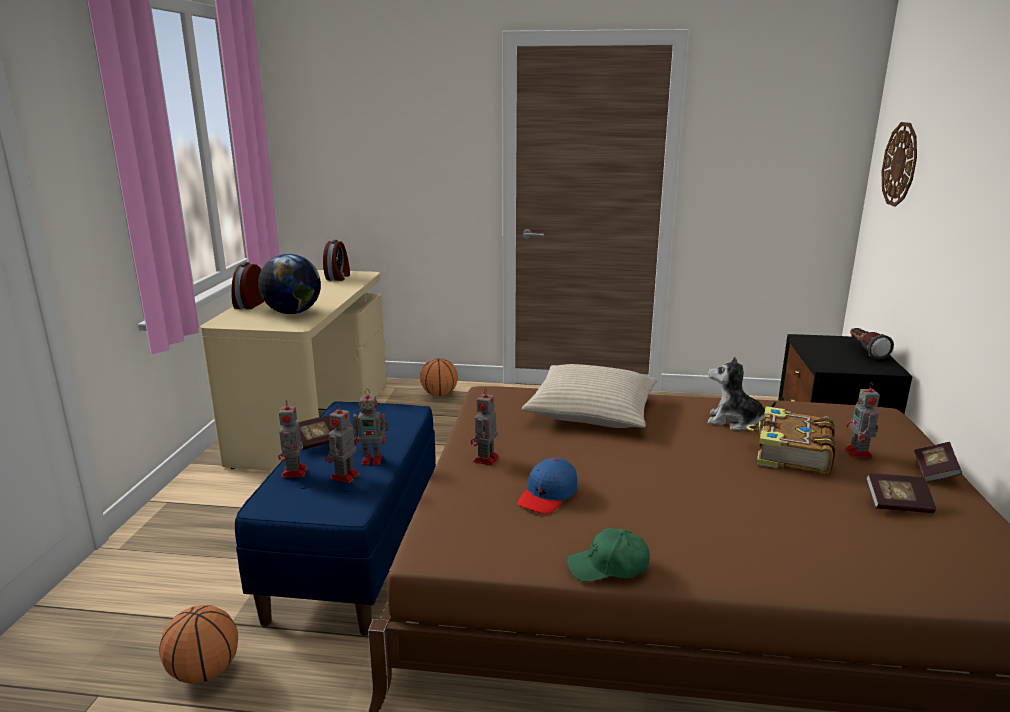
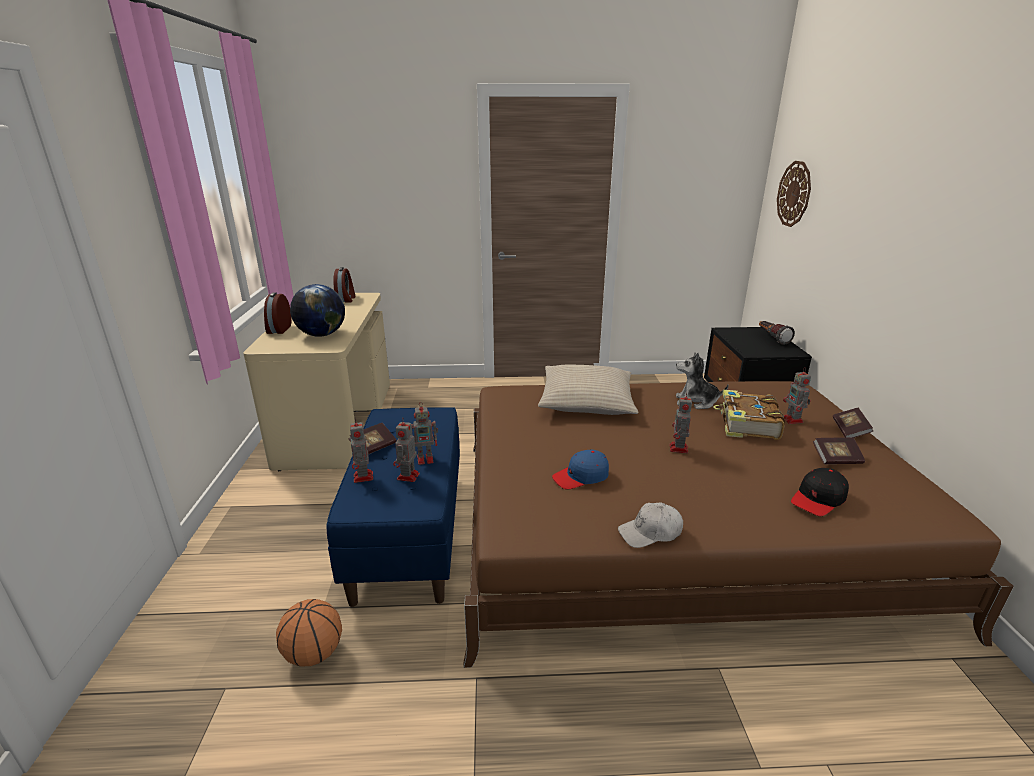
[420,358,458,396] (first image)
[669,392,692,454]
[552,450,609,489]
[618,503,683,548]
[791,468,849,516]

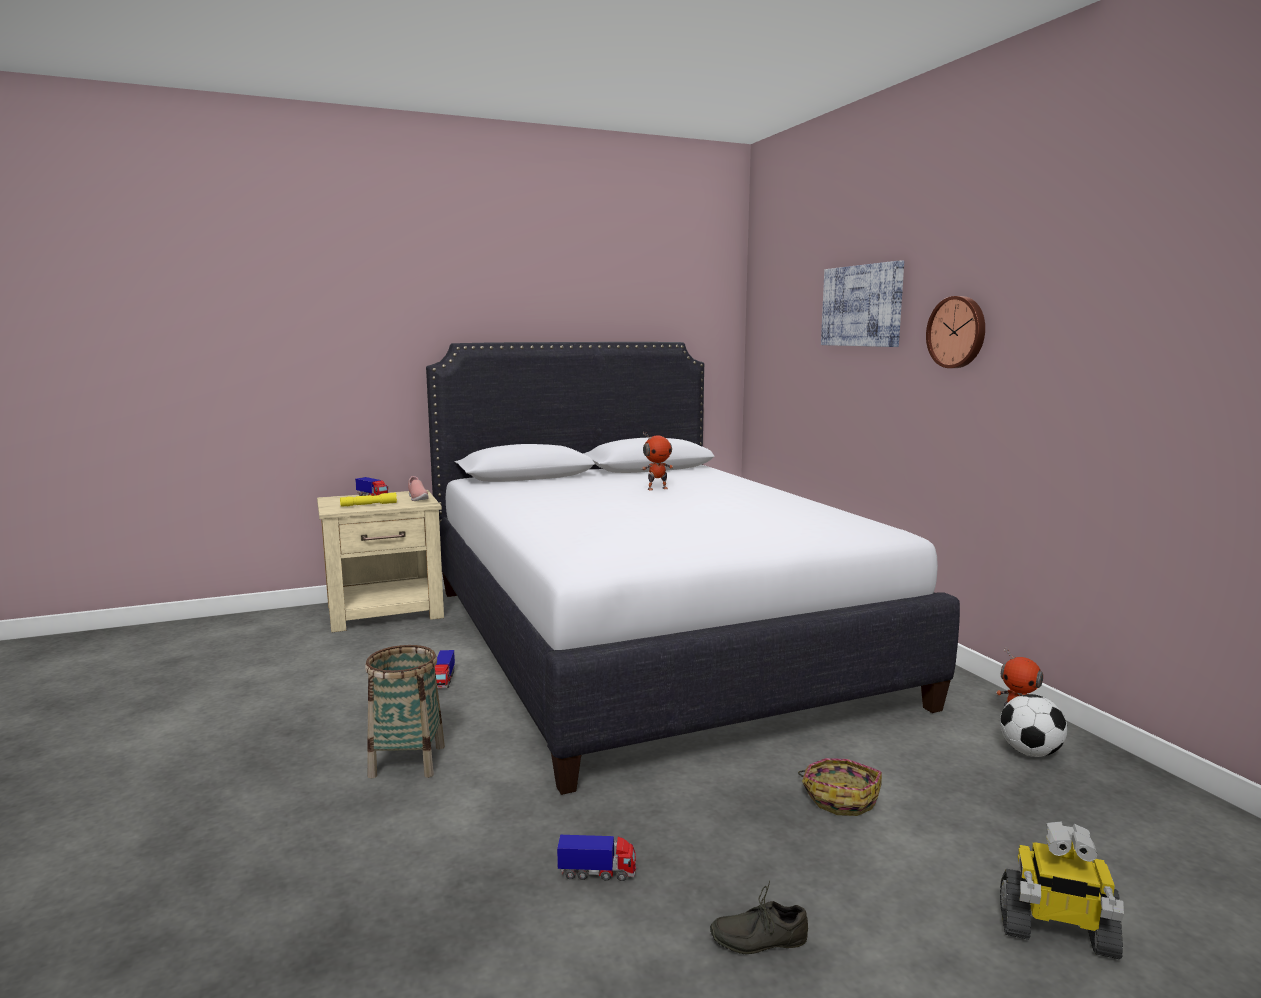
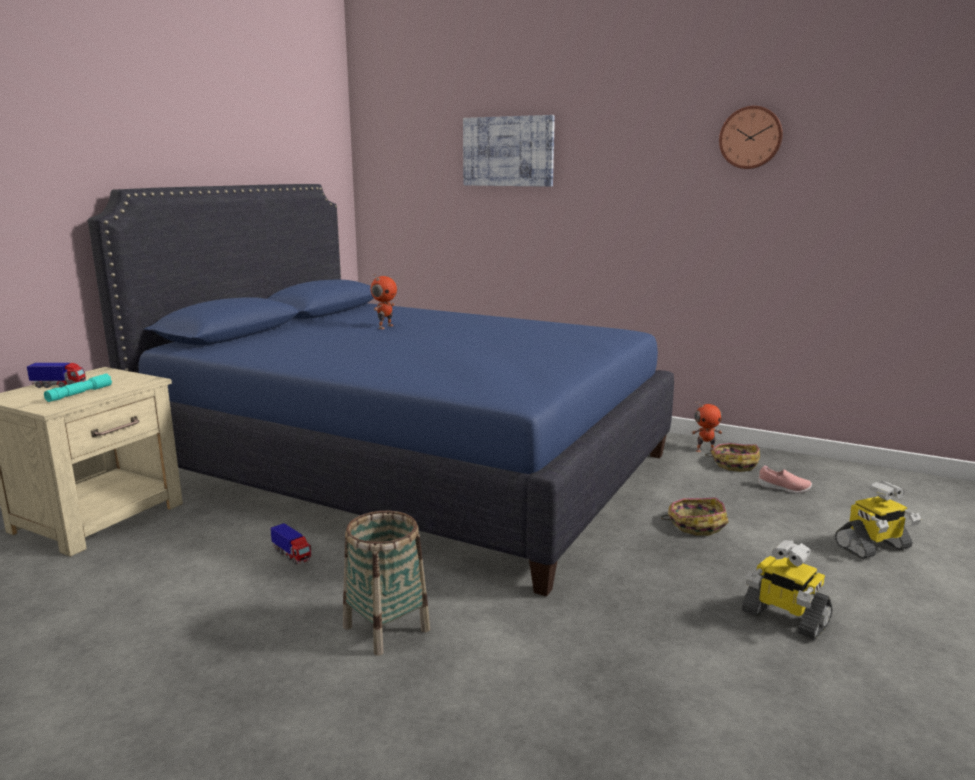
[719,106,783,169]
[88,184,674,596]
[758,465,812,493]
[44,374,112,402]
[705,443,760,472]
[557,835,636,881] (first image)
[742,540,833,640]

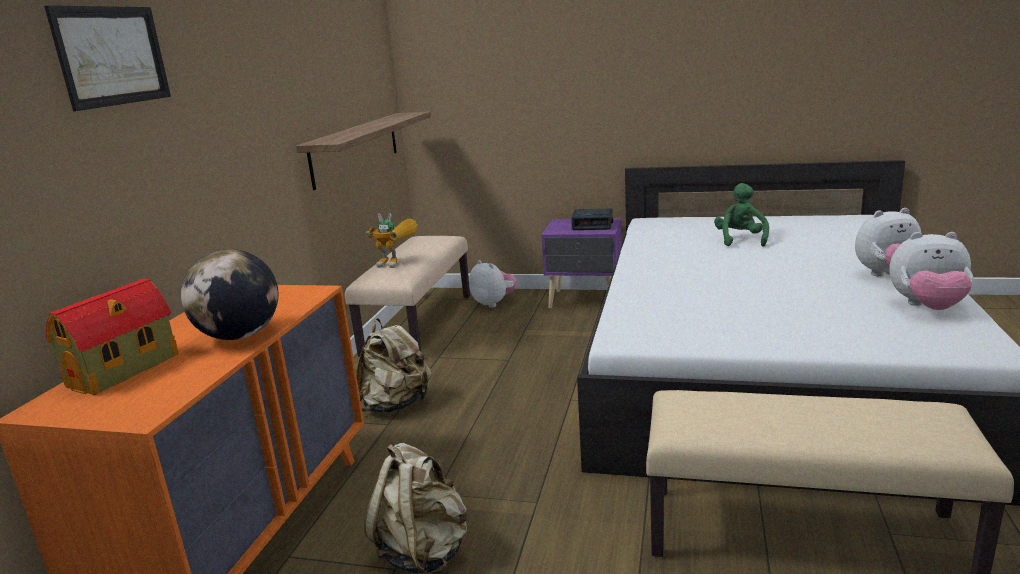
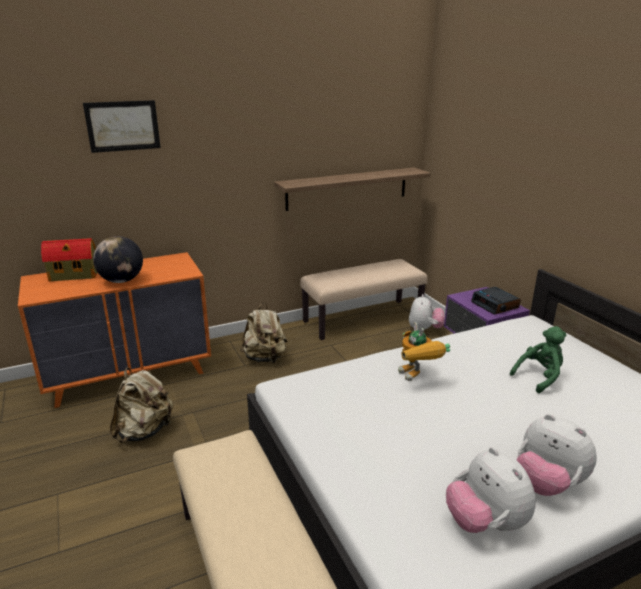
[398,322,450,381]

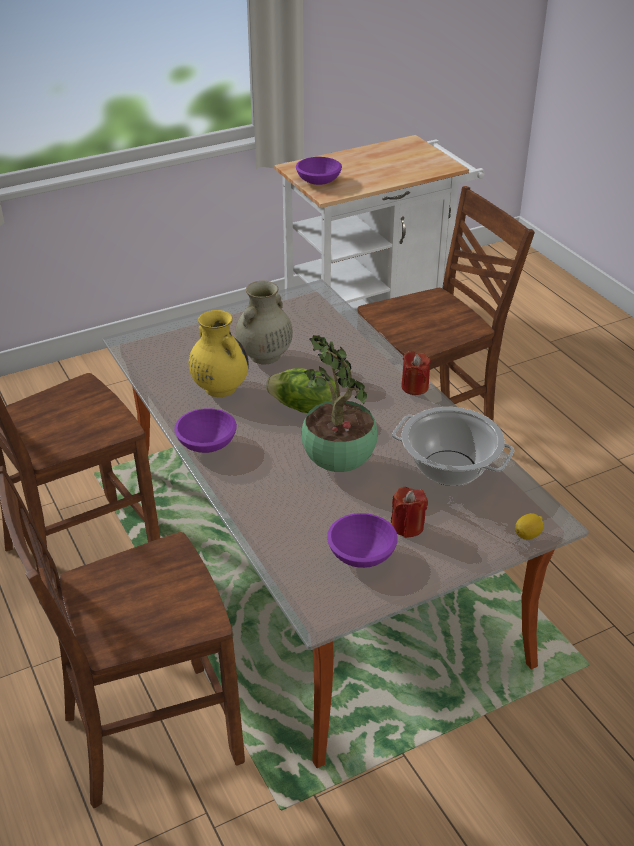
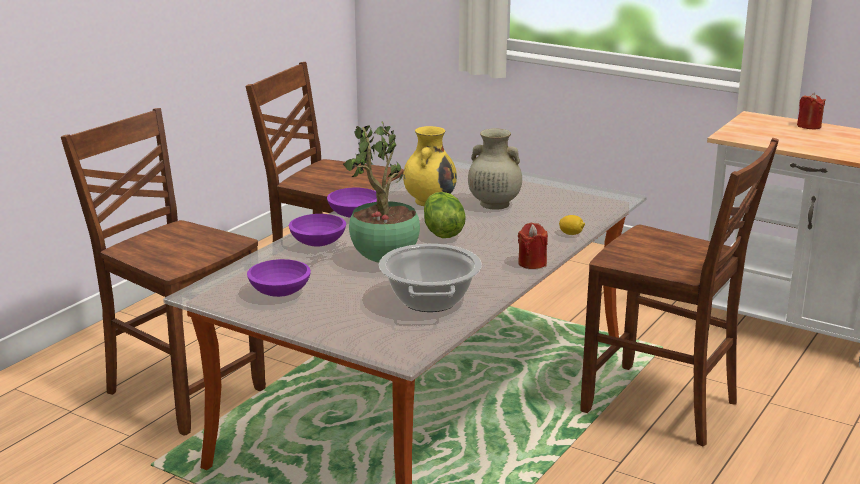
[289,214,346,247]
[797,93,826,129]
[559,215,585,235]

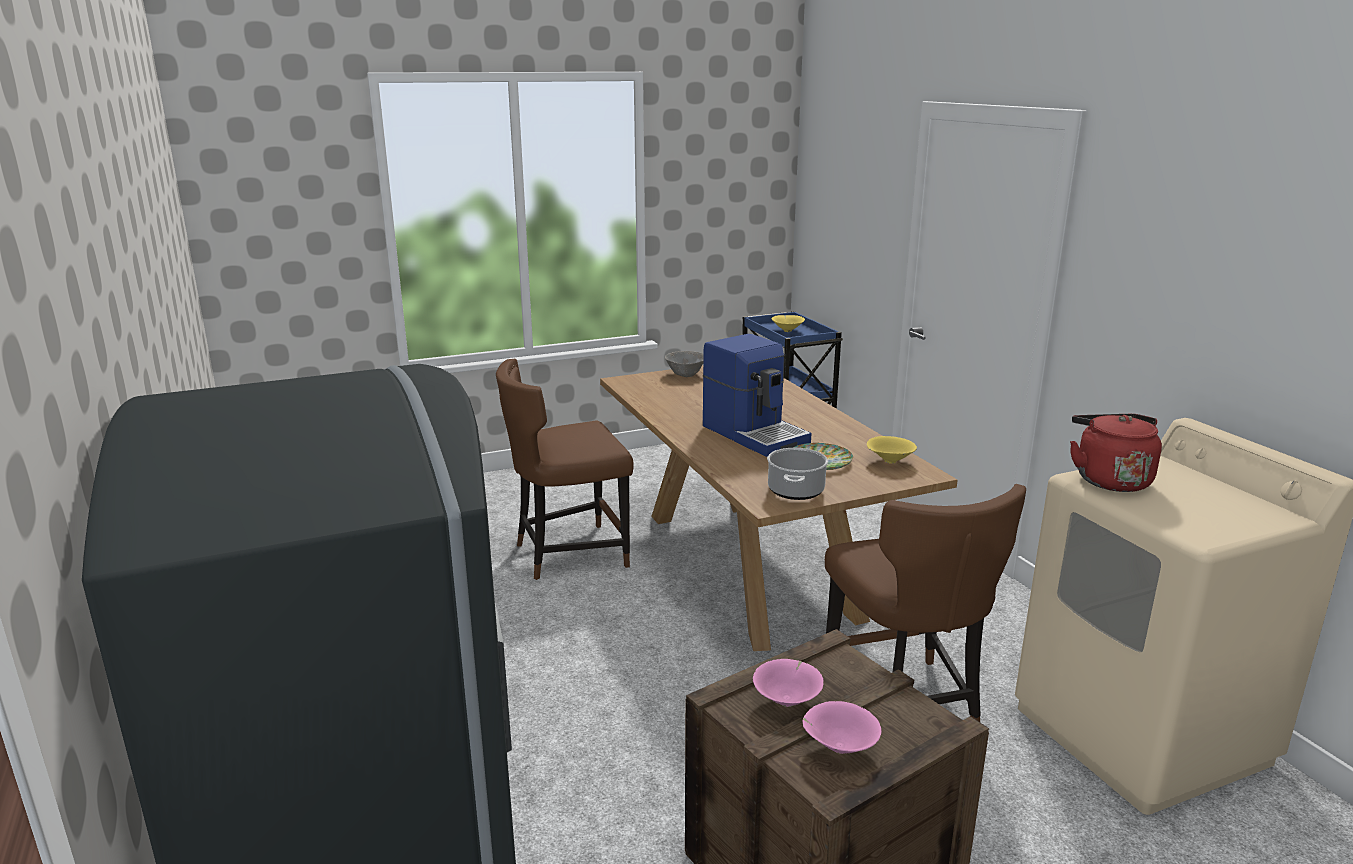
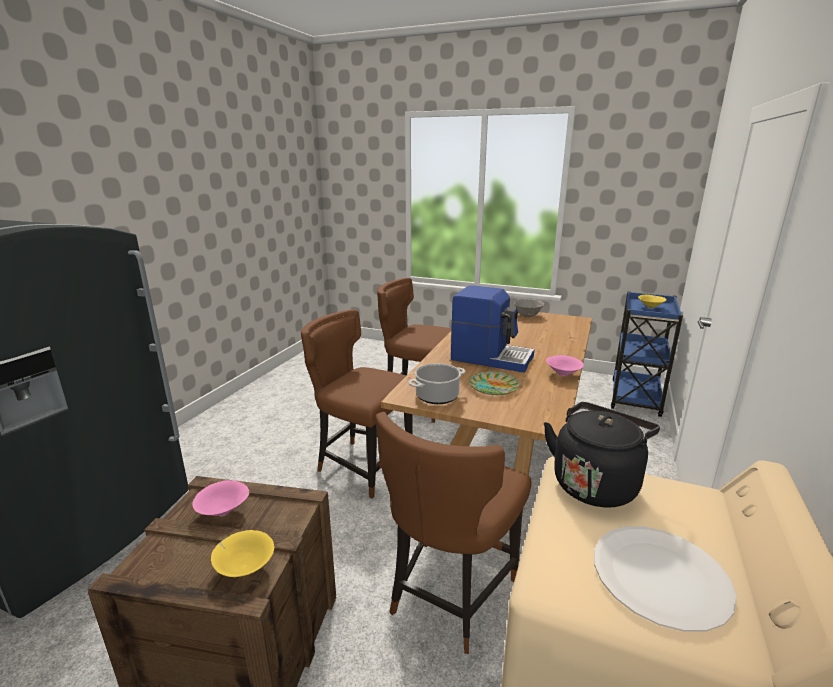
[451,285,535,373]
[544,402,660,508]
[211,530,274,577]
[546,355,584,377]
[301,309,413,499]
[594,526,737,632]

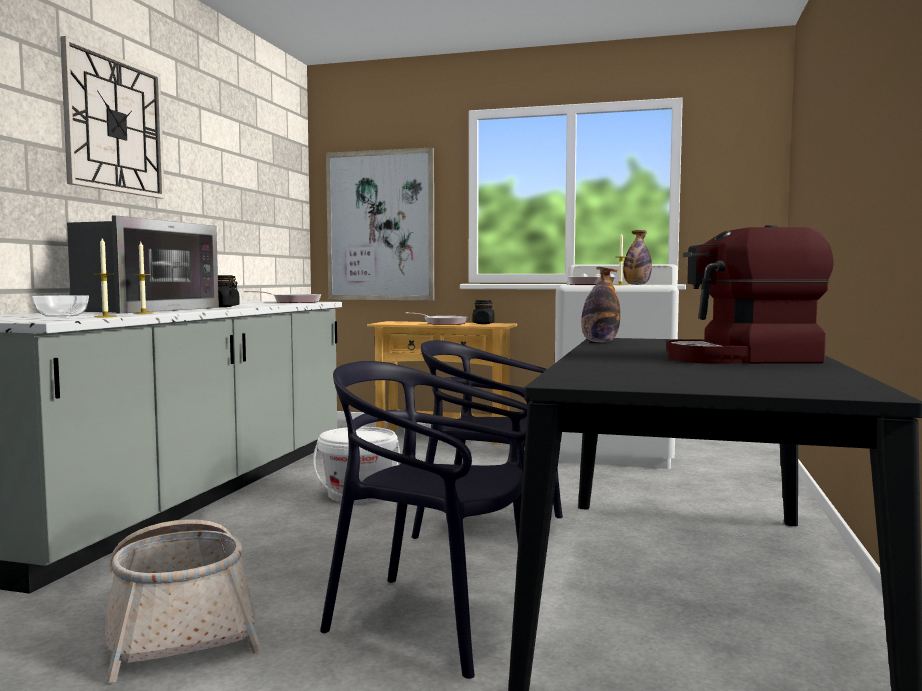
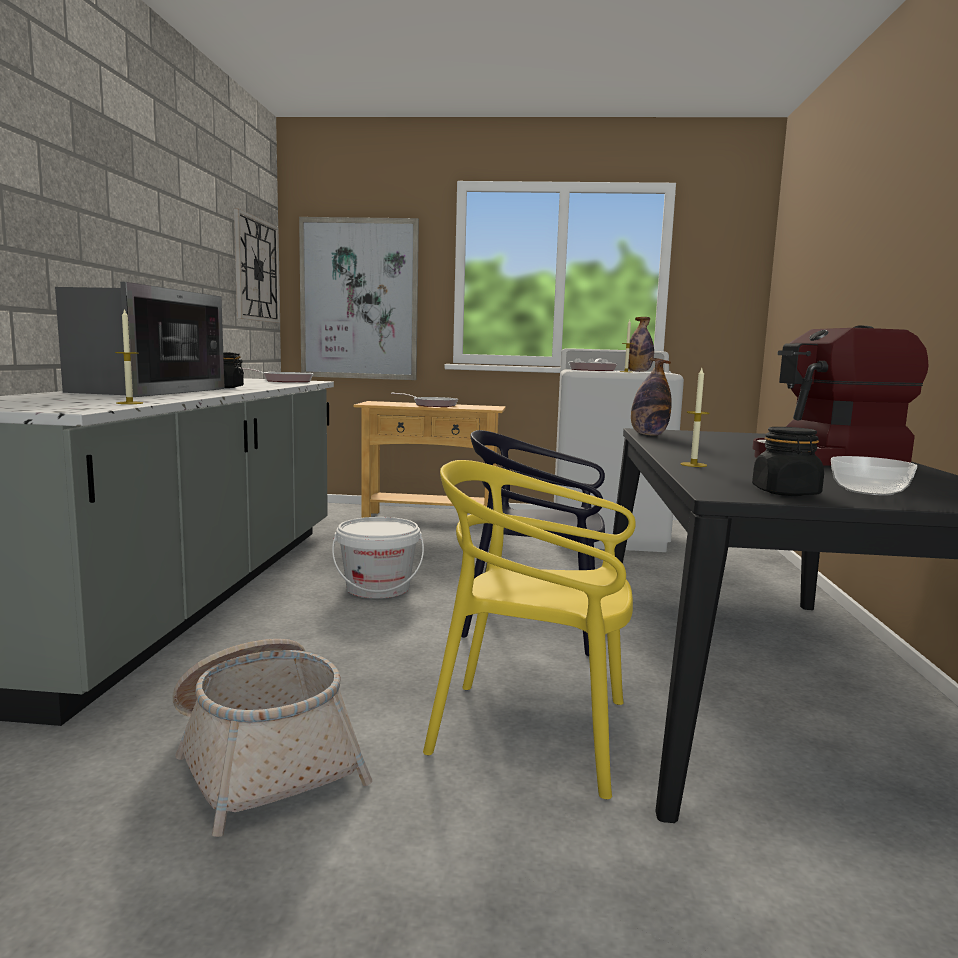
[234,209,280,323]
[680,368,710,467]
[831,456,917,495]
[752,427,824,496]
[423,460,636,799]

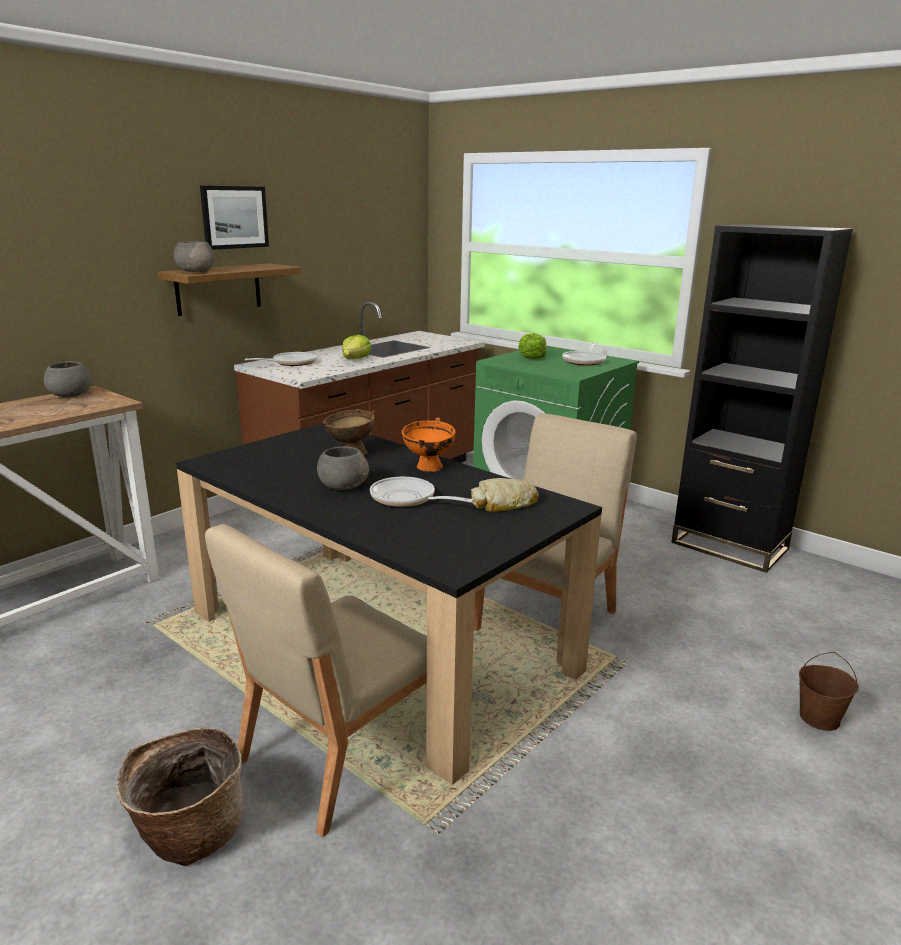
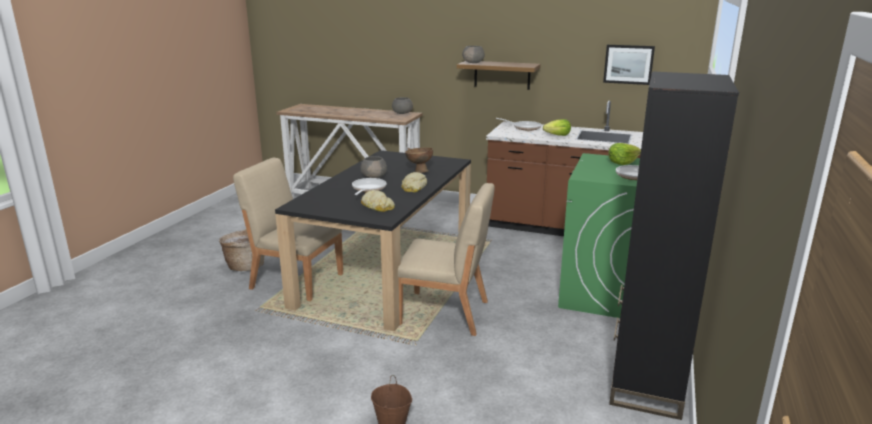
[603,45,655,85]
[401,172,427,193]

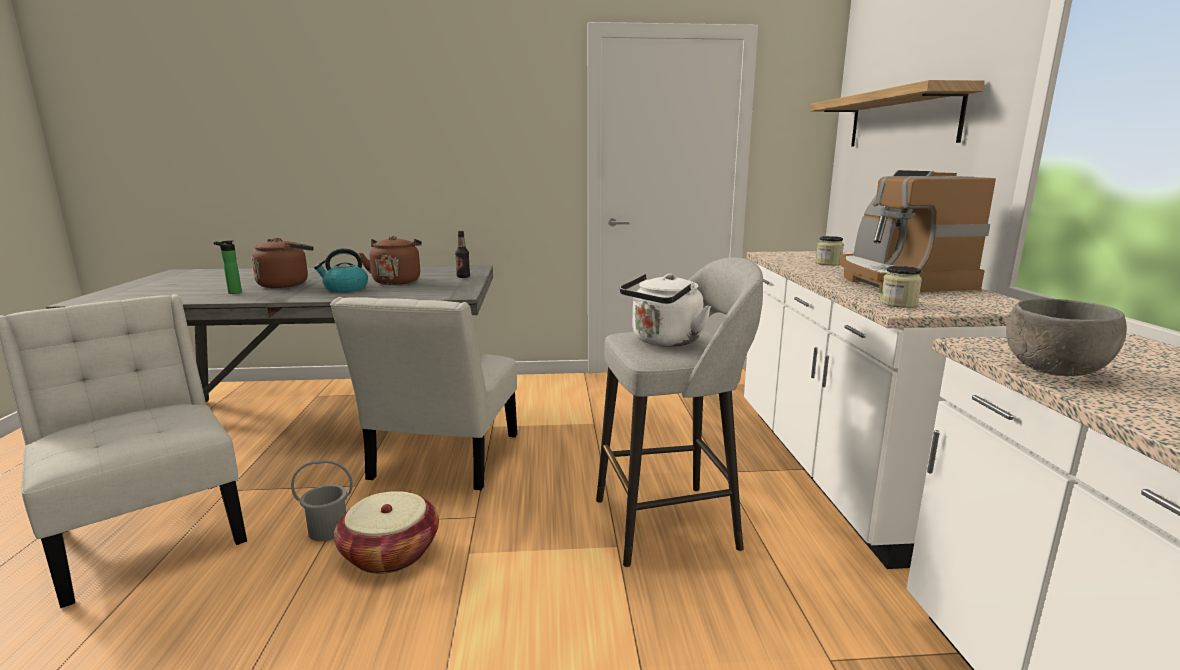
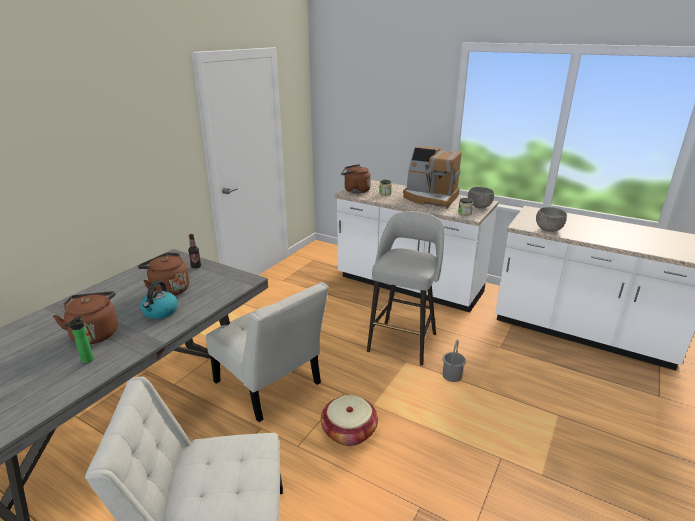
[810,80,985,147] (first image)
[620,273,711,347] (first image)
[442,339,466,382]
[341,164,371,194]
[468,187,494,208]

